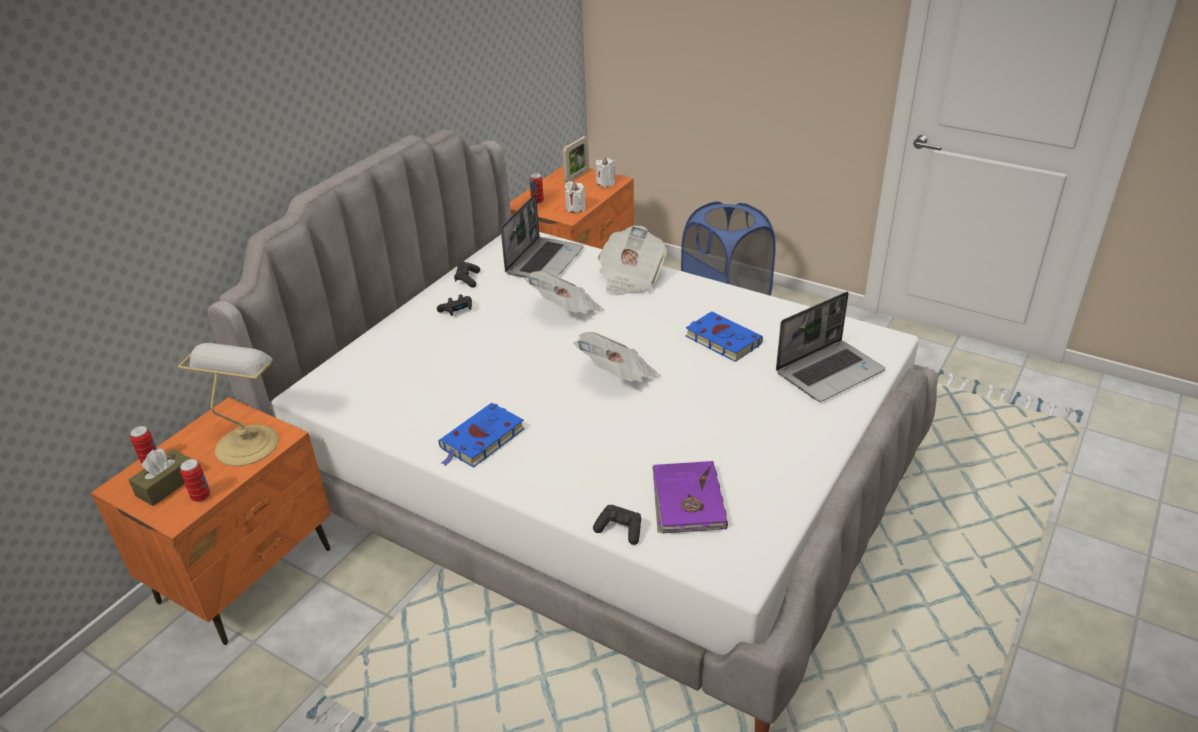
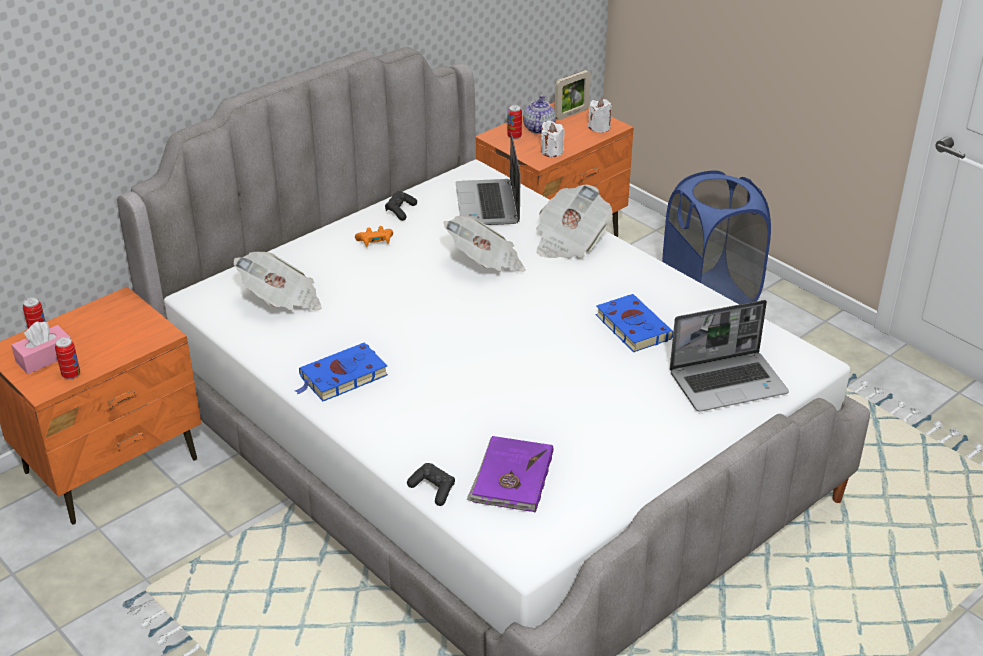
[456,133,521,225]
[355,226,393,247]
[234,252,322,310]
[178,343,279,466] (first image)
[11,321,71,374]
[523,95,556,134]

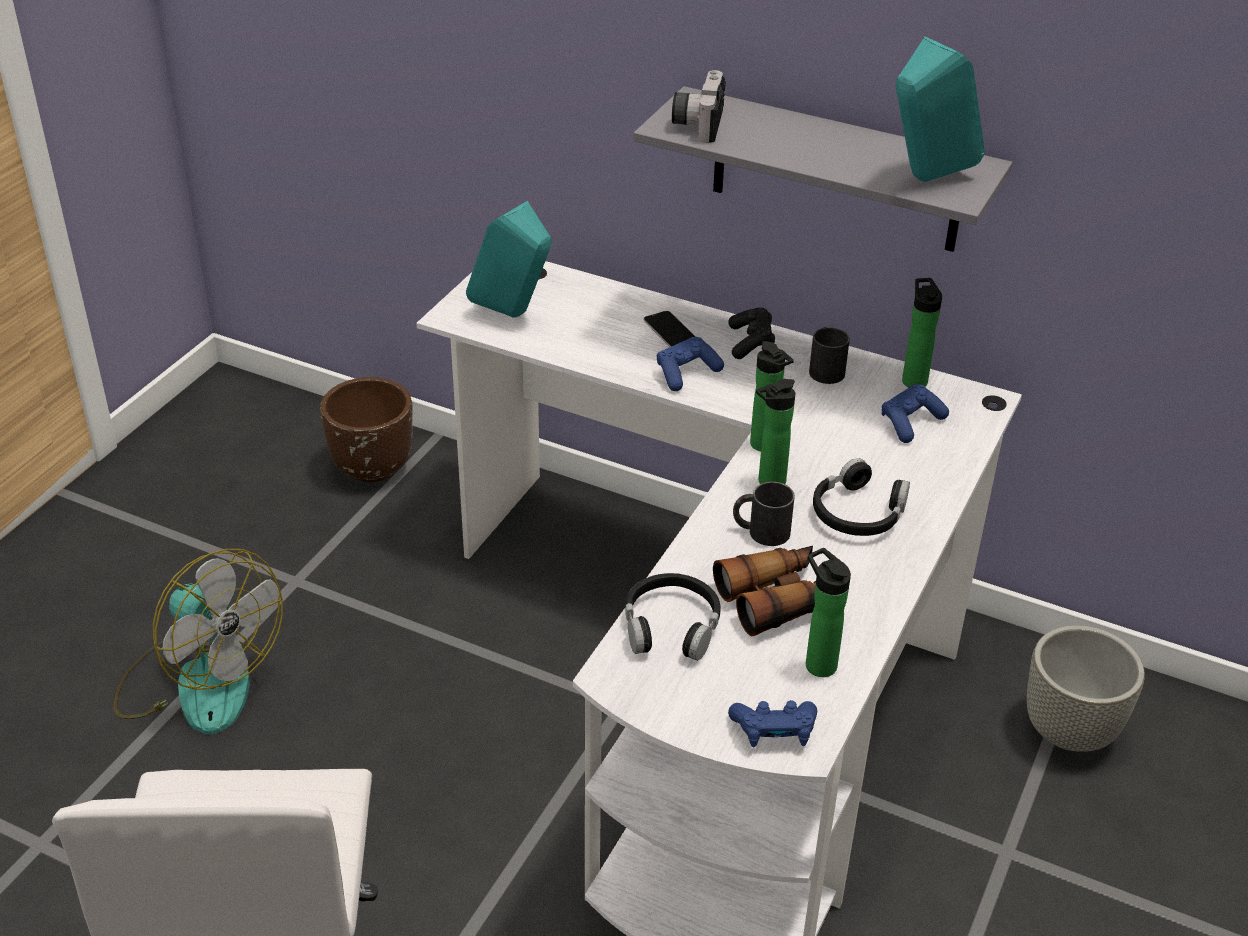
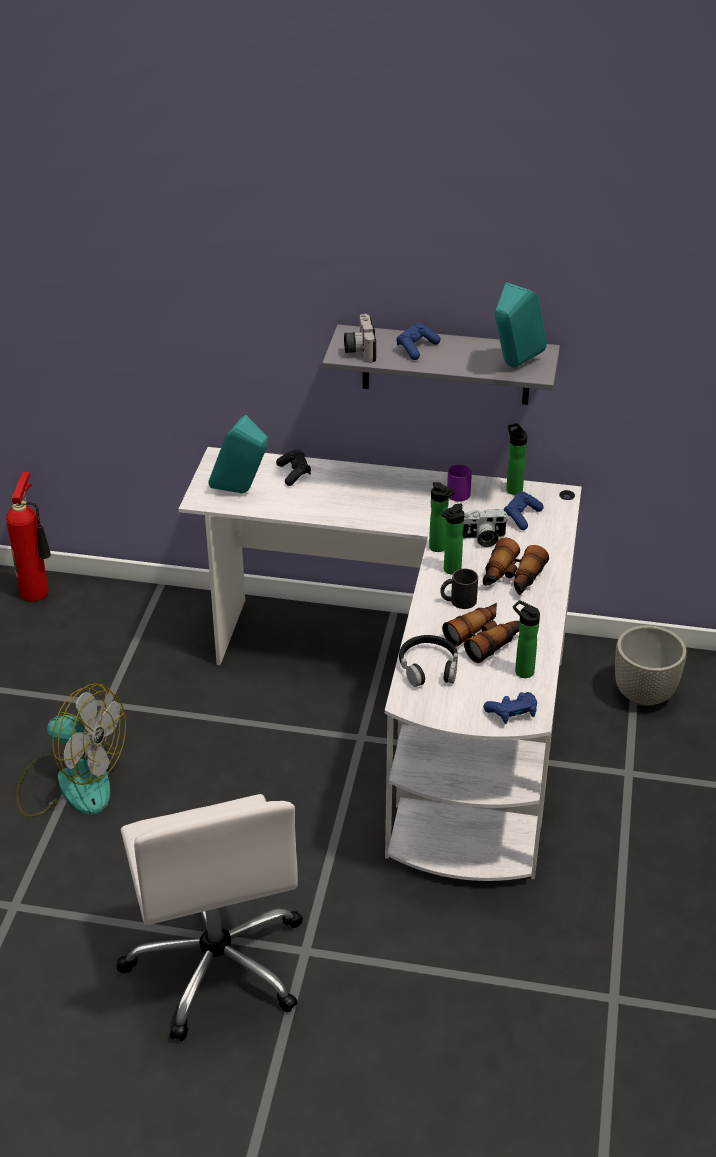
[276,450,311,486]
[644,311,696,347] (first image)
[447,465,472,502]
[396,323,441,360]
[320,377,413,482] (first image)
[483,538,549,595]
[6,472,51,602]
[463,509,508,547]

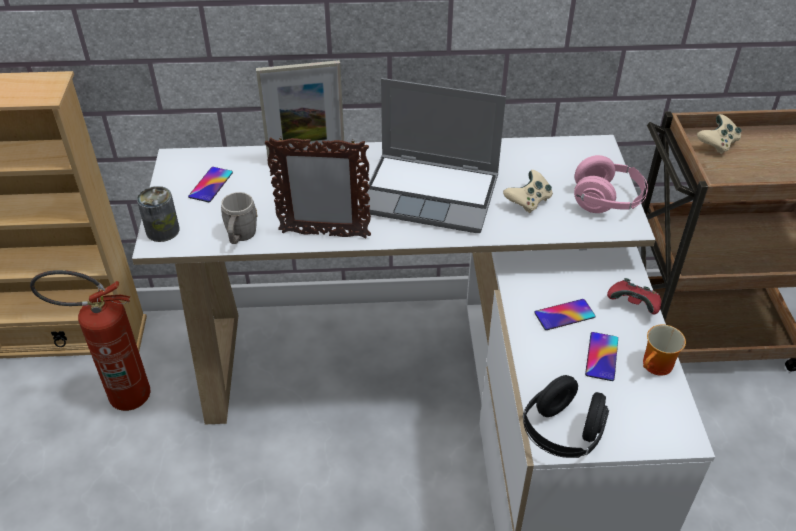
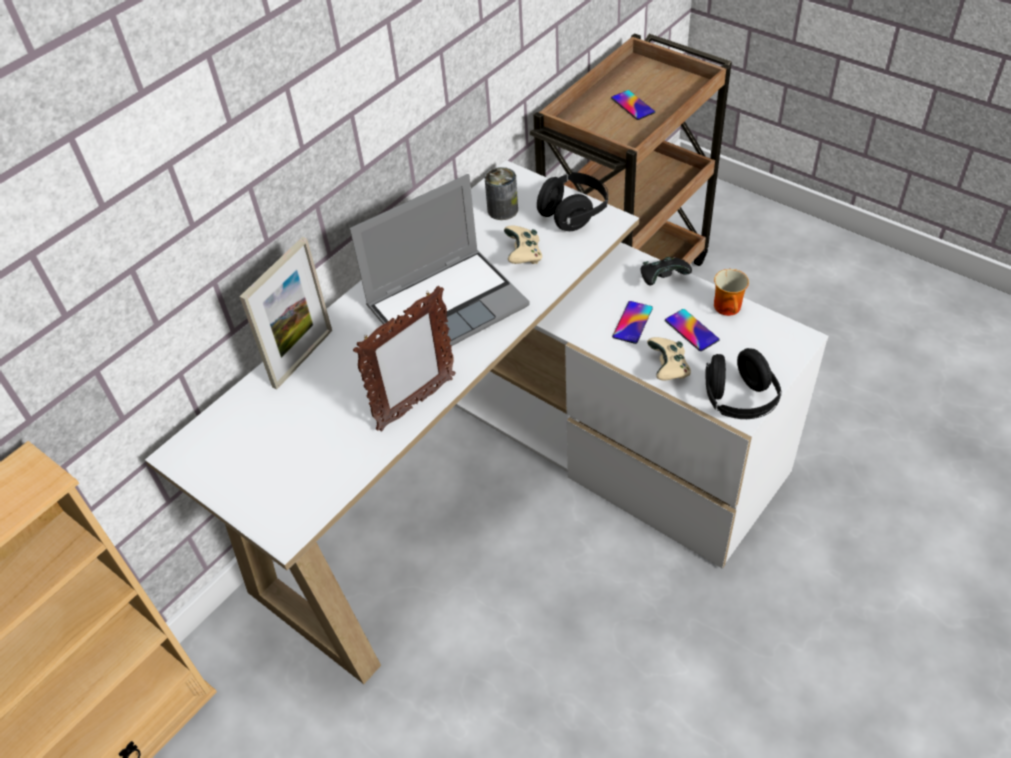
[647,337,691,380]
[537,172,608,231]
[611,90,655,120]
[485,167,518,220]
[221,192,258,244] (first image)
[30,270,150,411] (first image)
[640,257,692,286]

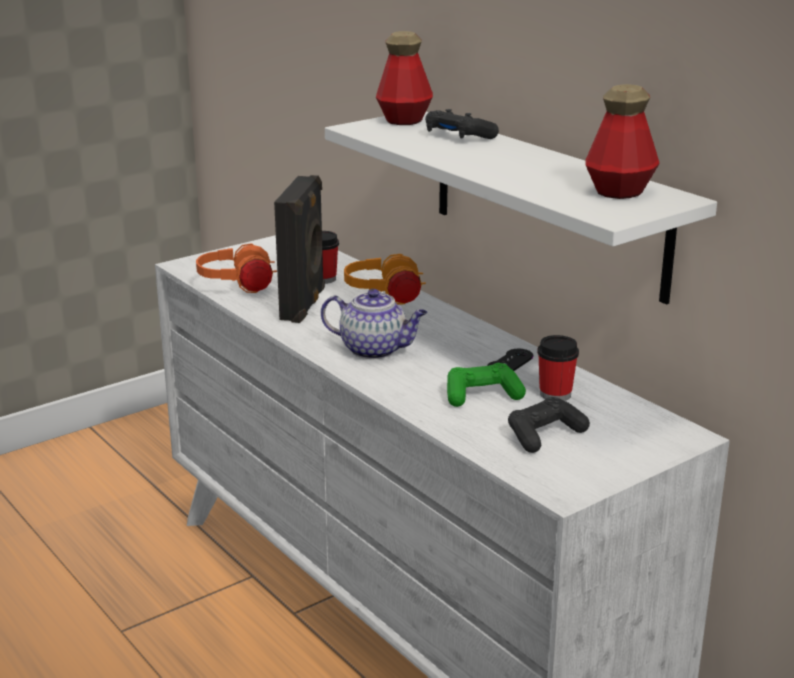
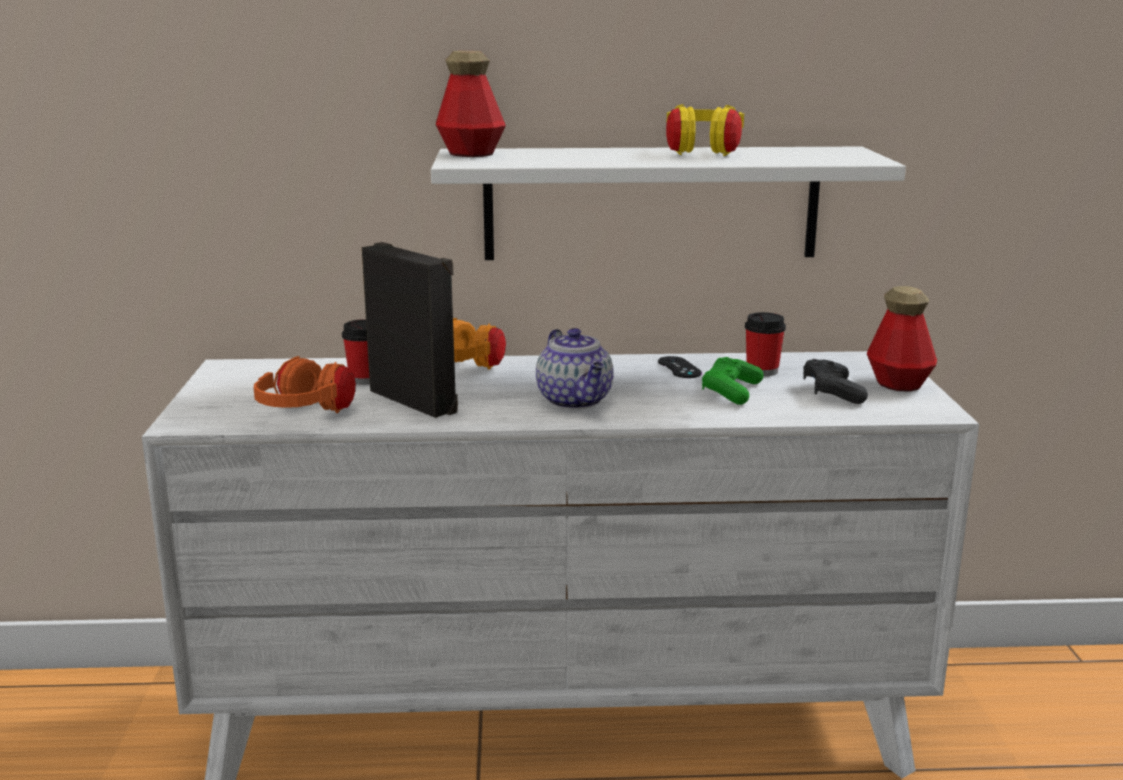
[866,286,937,391]
[425,109,499,139] (first image)
[536,328,614,409]
[666,104,744,156]

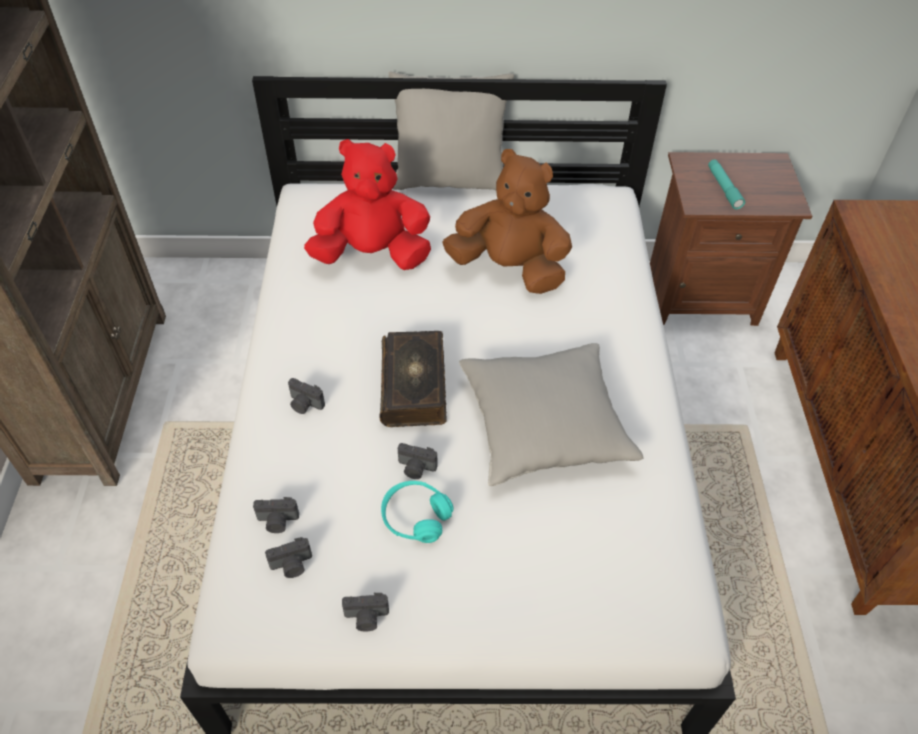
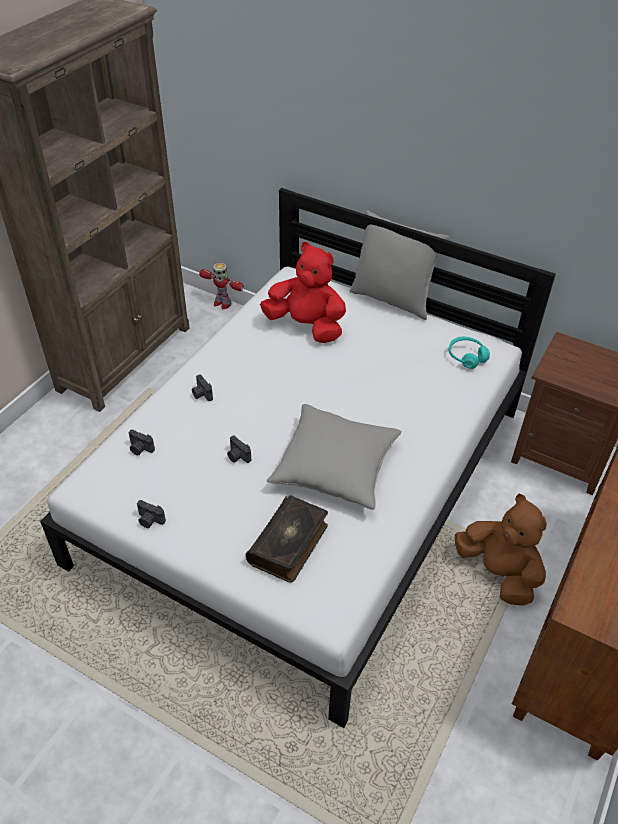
[455,494,546,606]
[708,159,745,209] (first image)
[246,495,328,583]
[449,337,490,369]
[265,537,312,578] (first image)
[199,263,244,309]

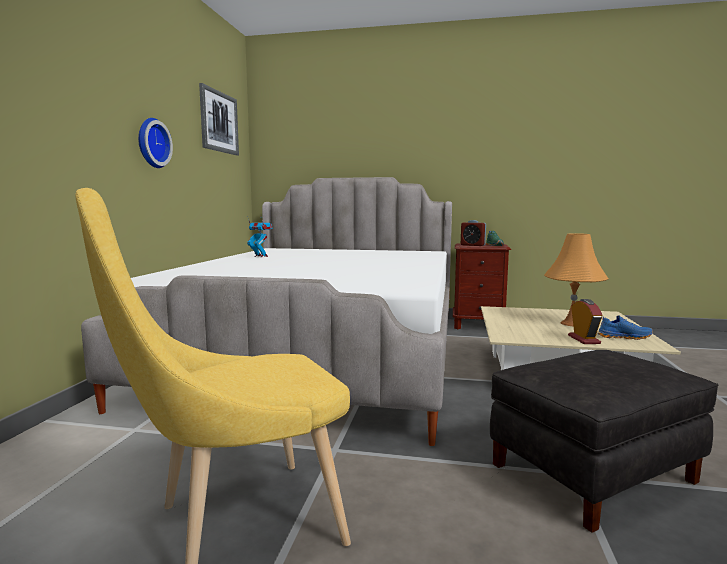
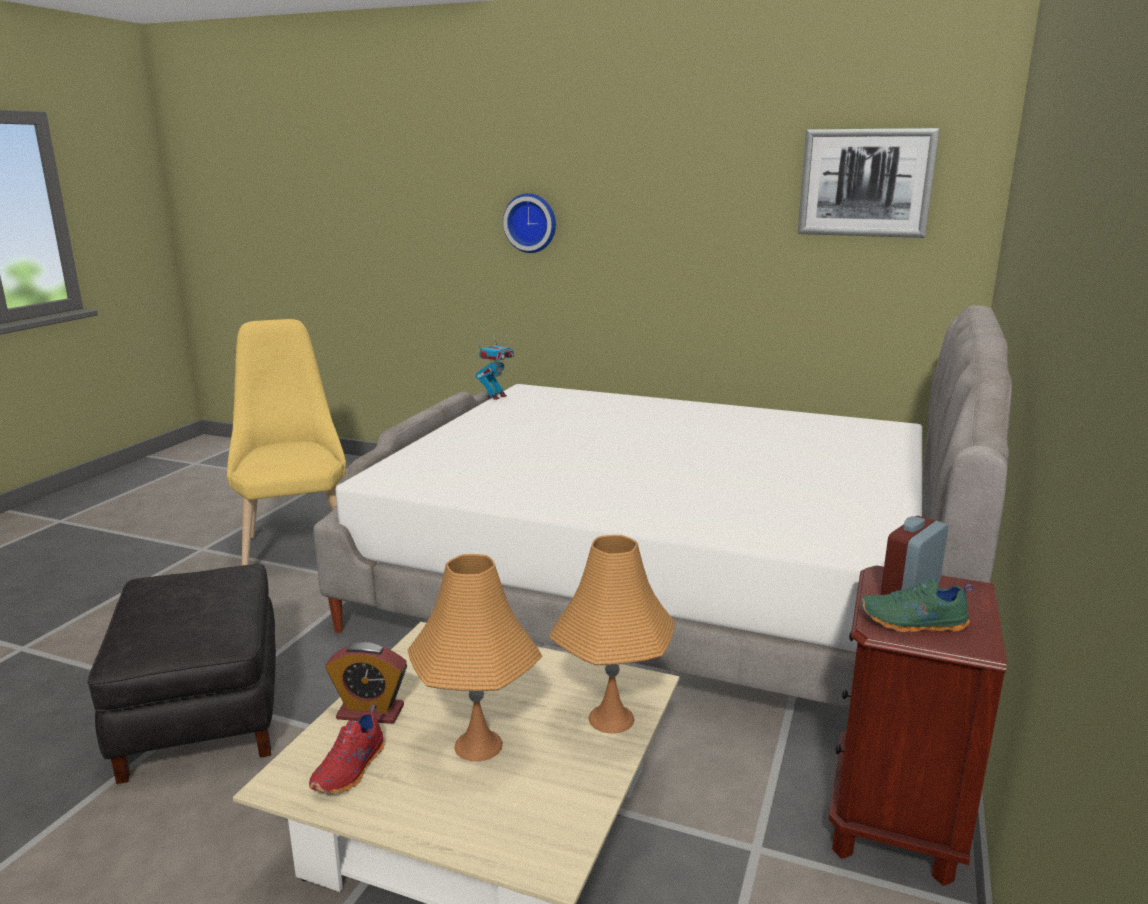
[503,193,556,253]
[476,334,514,400]
[309,705,385,794]
[549,535,675,734]

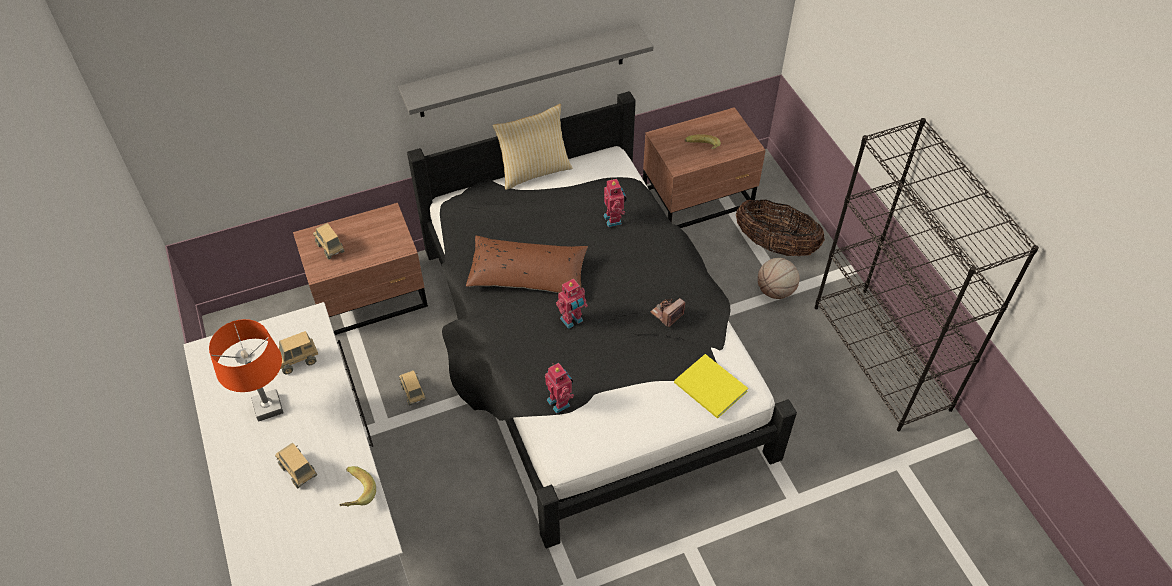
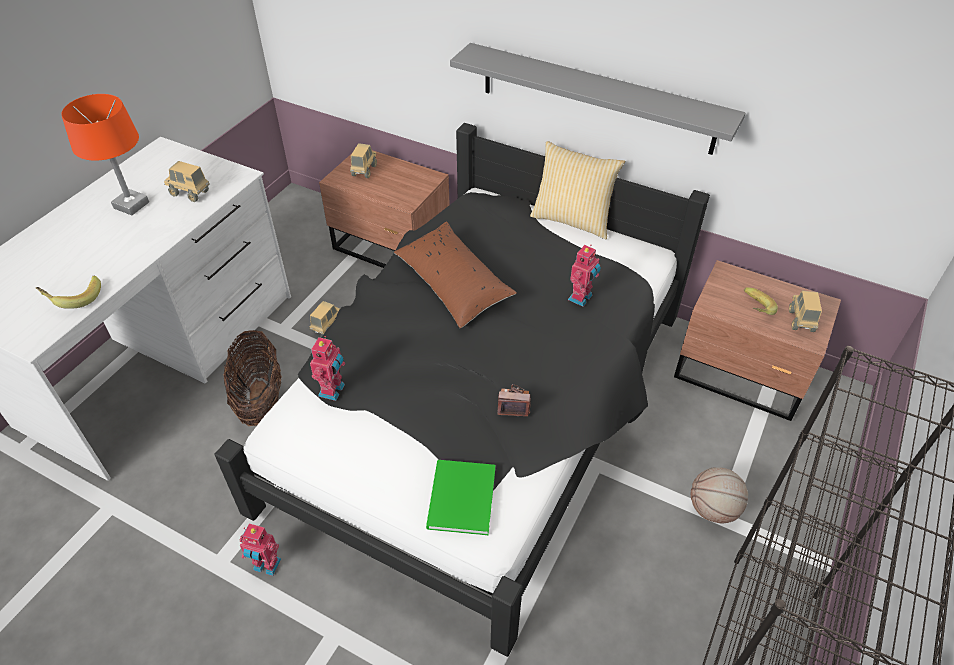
[223,330,282,426]
[240,523,281,576]
[426,460,495,535]
[789,291,822,332]

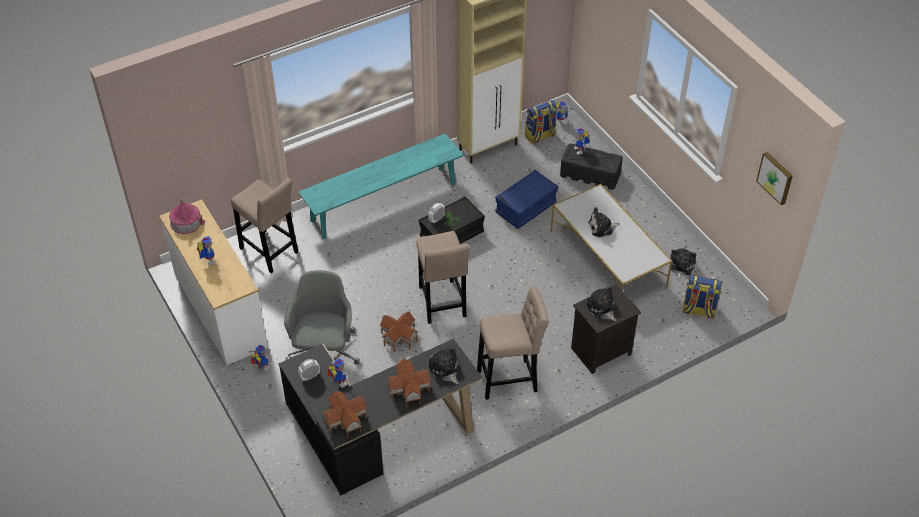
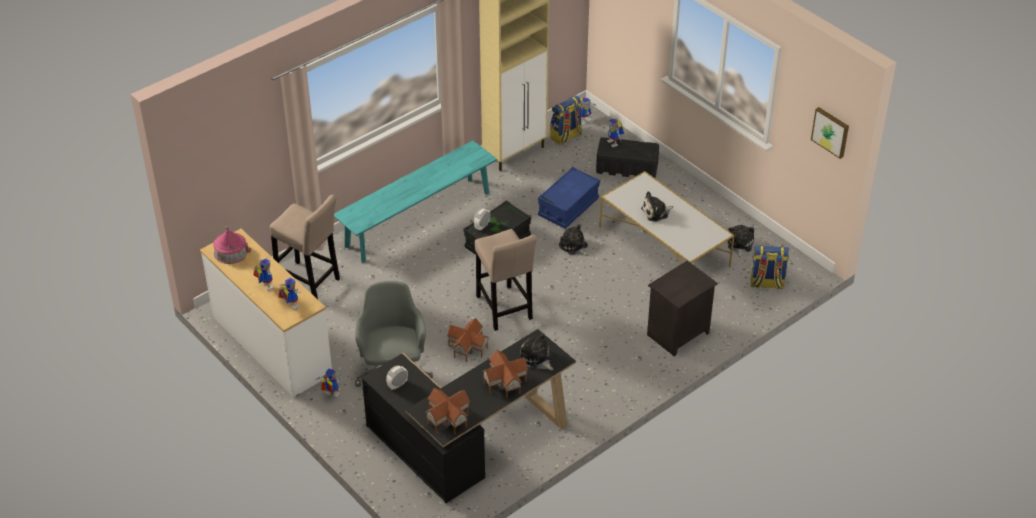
[477,286,549,400] (first image)
[559,224,589,256]
[278,278,301,310]

